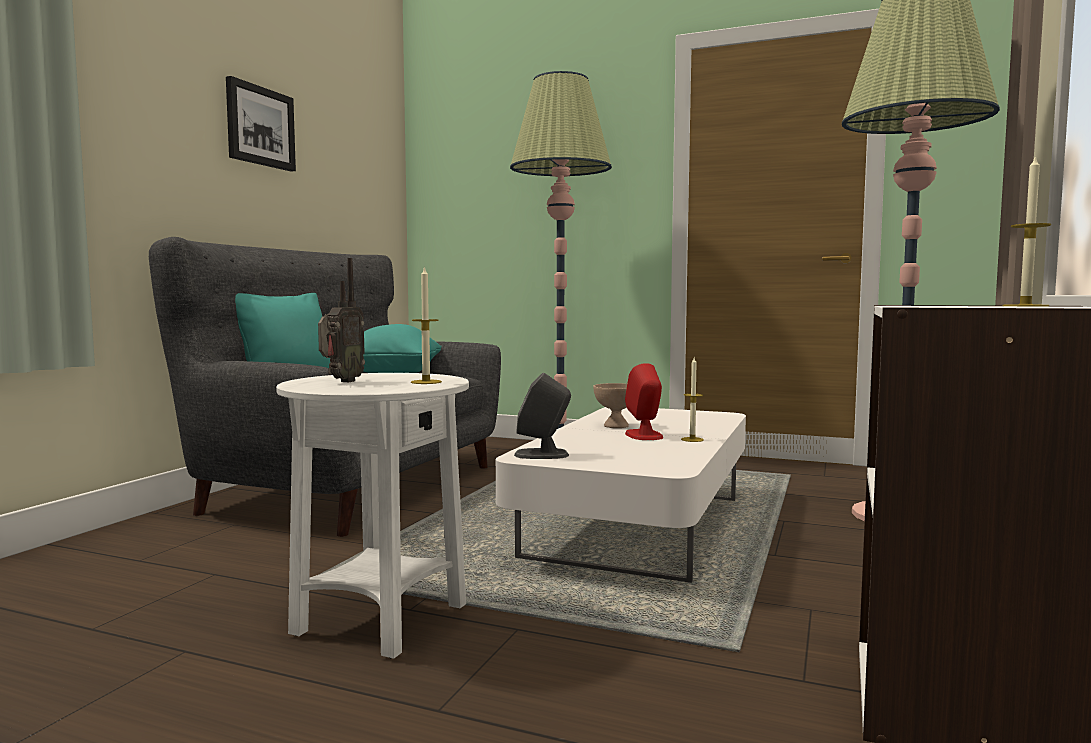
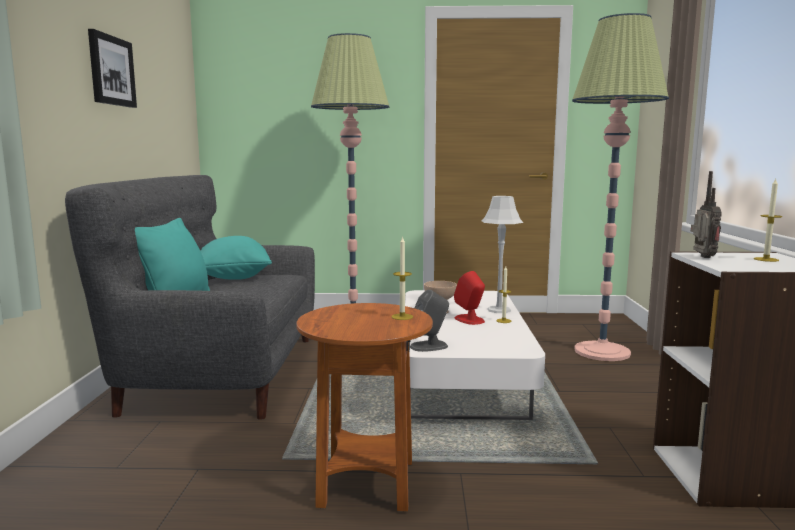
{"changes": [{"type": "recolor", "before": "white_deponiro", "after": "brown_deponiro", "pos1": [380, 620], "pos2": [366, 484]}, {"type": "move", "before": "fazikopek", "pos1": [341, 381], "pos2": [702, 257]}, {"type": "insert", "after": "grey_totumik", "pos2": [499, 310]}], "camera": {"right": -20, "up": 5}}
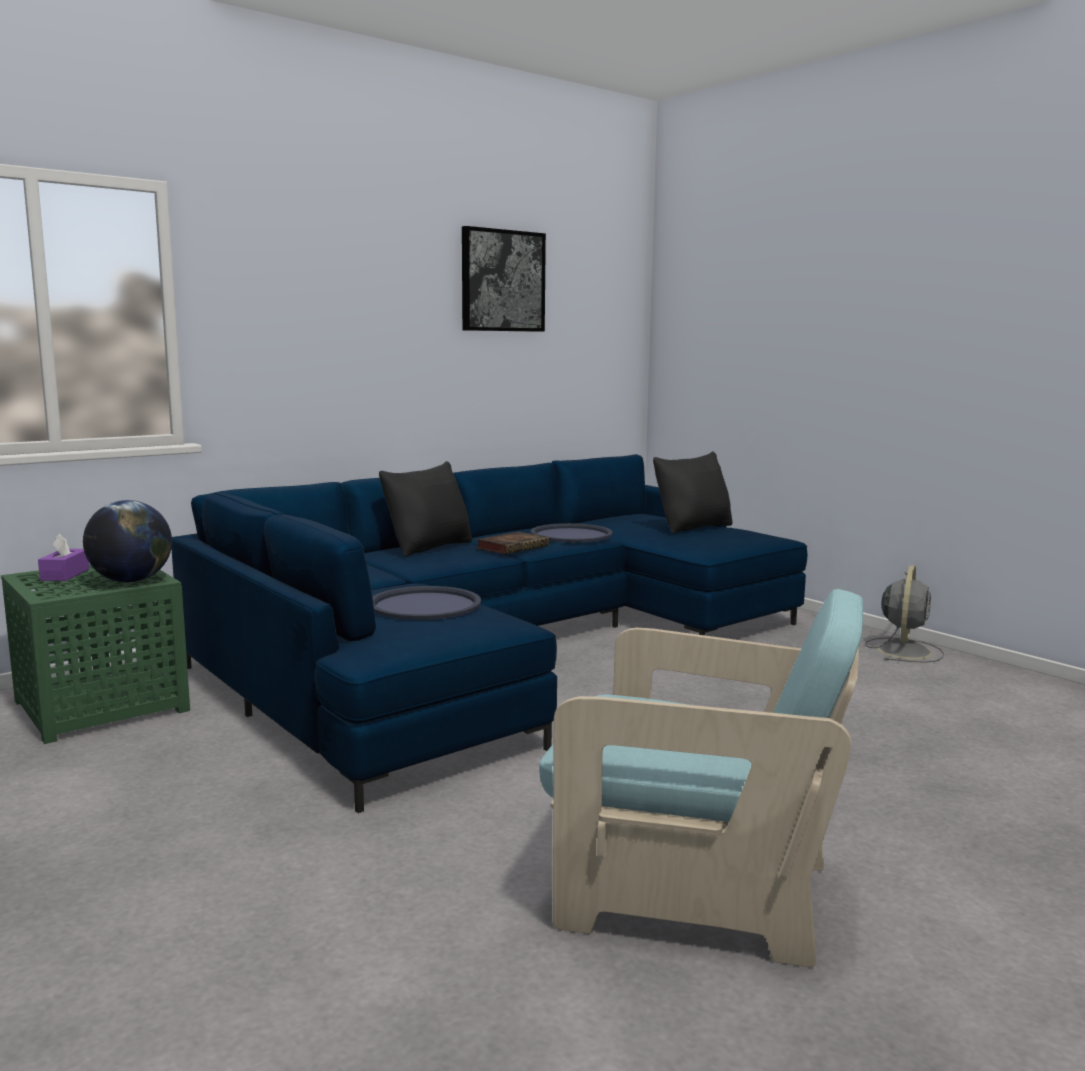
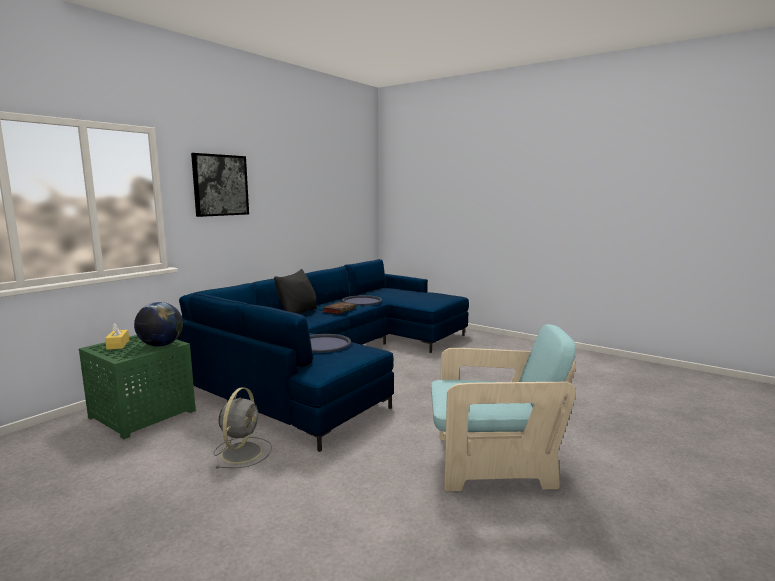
{"changes": [{"type": "recolor", "before": "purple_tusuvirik", "after": "yellow_tusuvirik", "pos1": [65, 574], "pos2": [118, 345]}, {"type": "move", "before": "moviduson", "pos1": [502, 281], "pos2": [220, 185]}, {"type": "delete", "before": "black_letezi", "pos1": [693, 527]}, {"type": "move", "before": "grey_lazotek", "pos1": [904, 650], "pos2": [242, 452]}], "camera": {"right": -15, "up": 0}}
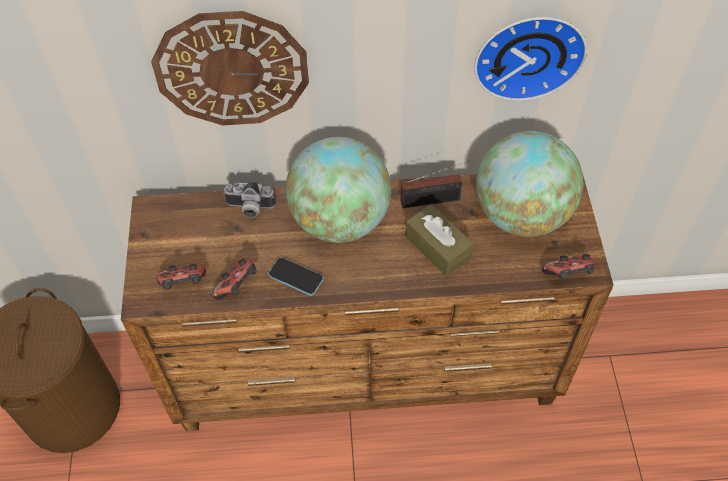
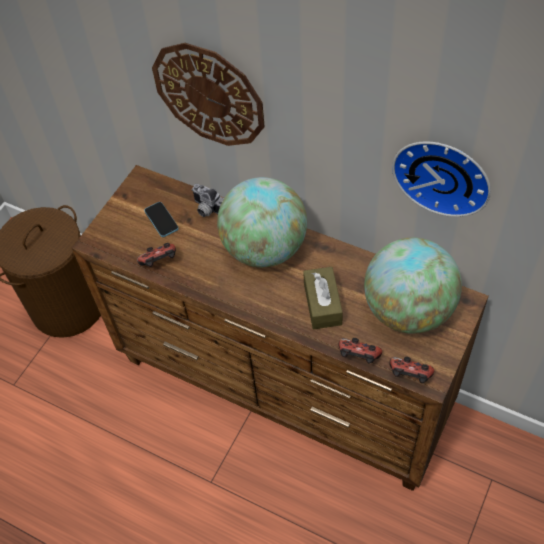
{"changes": [{"type": "move", "before": "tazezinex", "pos1": [184, 285], "pos2": [358, 357]}, {"type": "move", "before": "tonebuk", "pos1": [296, 277], "pos2": [161, 220]}, {"type": "delete", "before": "fazikopek", "pos1": [433, 200]}], "camera": {"right": 35, "up": 0}}
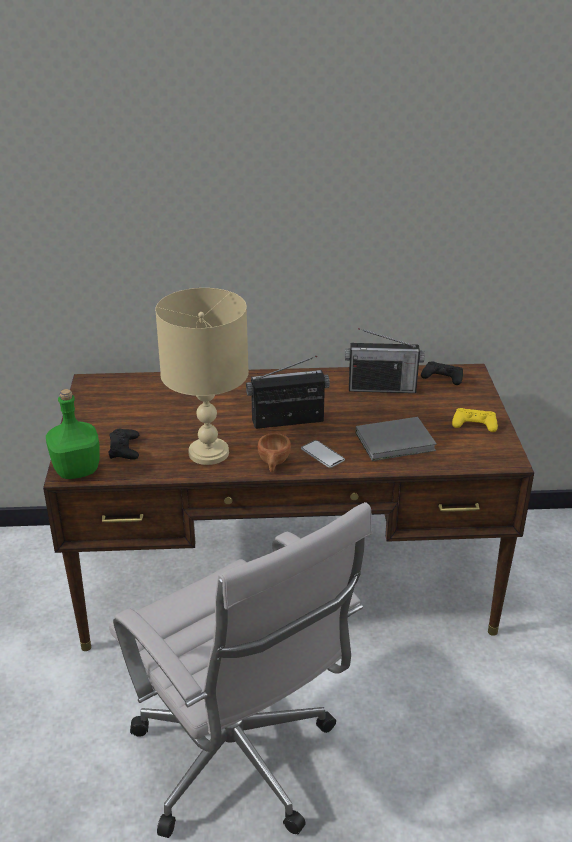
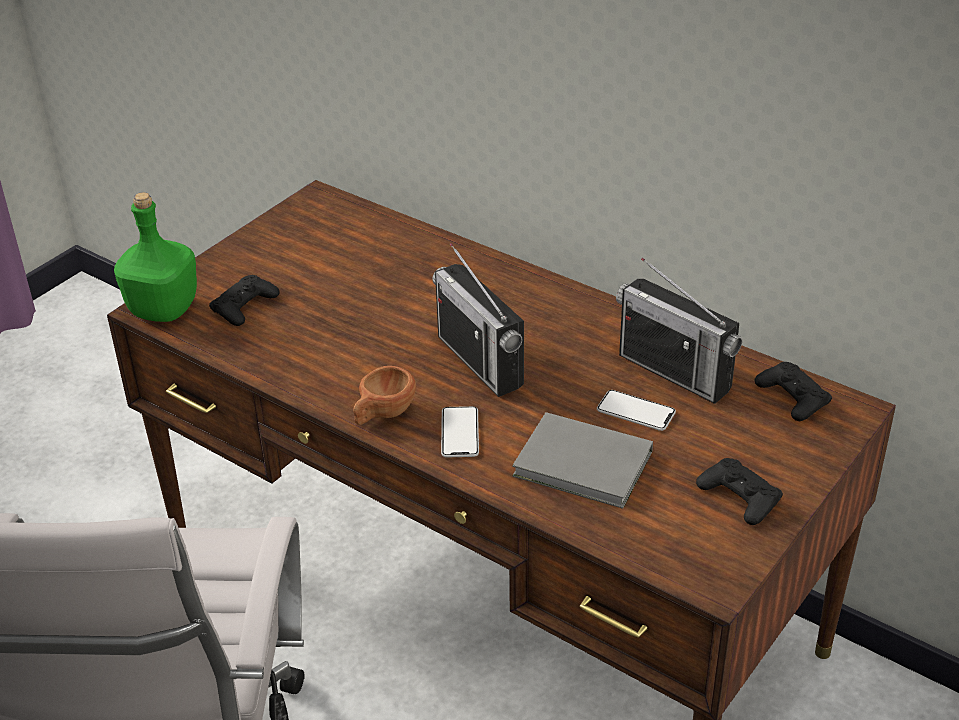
{"changes": [{"type": "delete", "before": "beige_totumik", "pos1": [209, 452]}, {"type": "rotate", "before": "fazikopek", "pos1": [288, 421], "pos2": [480, 361], "turn": -150}, {"type": "recolor", "before": "yellow_tazezinex", "after": "black_tazezinex", "pos1": [474, 424], "pos2": [739, 497]}, {"type": "insert", "after": "tonebuk", "pos2": [636, 412]}], "camera": {"right": 40, "up": 5}}
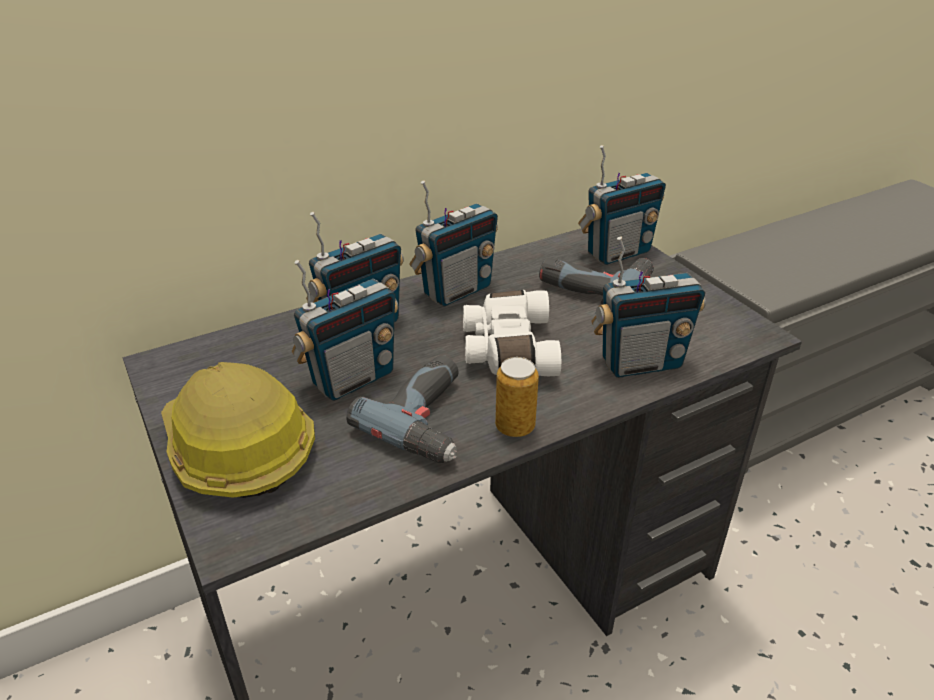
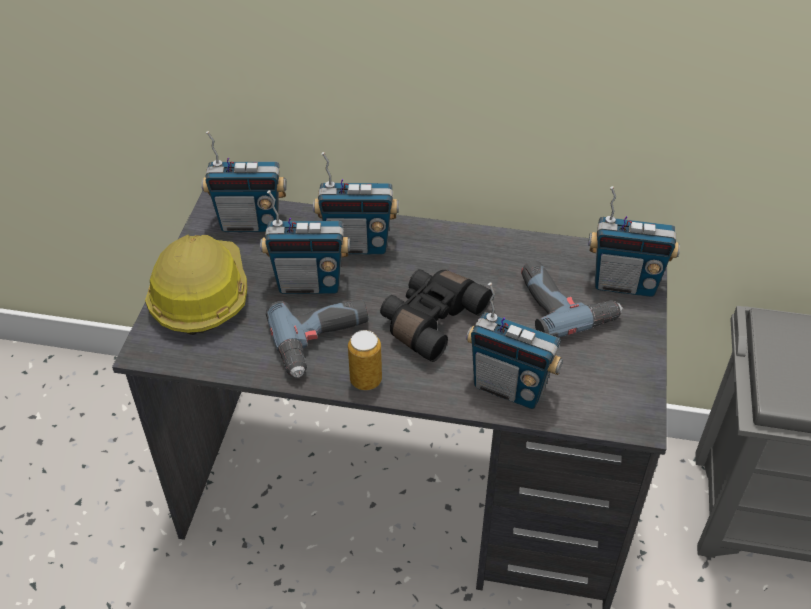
{"changes": [{"type": "move", "before": "fazikopek", "pos1": [456, 291], "pos2": [250, 223]}, {"type": "recolor", "before": "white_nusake", "after": "black_nusake", "pos1": [507, 349], "pos2": [430, 320]}], "camera": {"right": 40, "up": 10}}
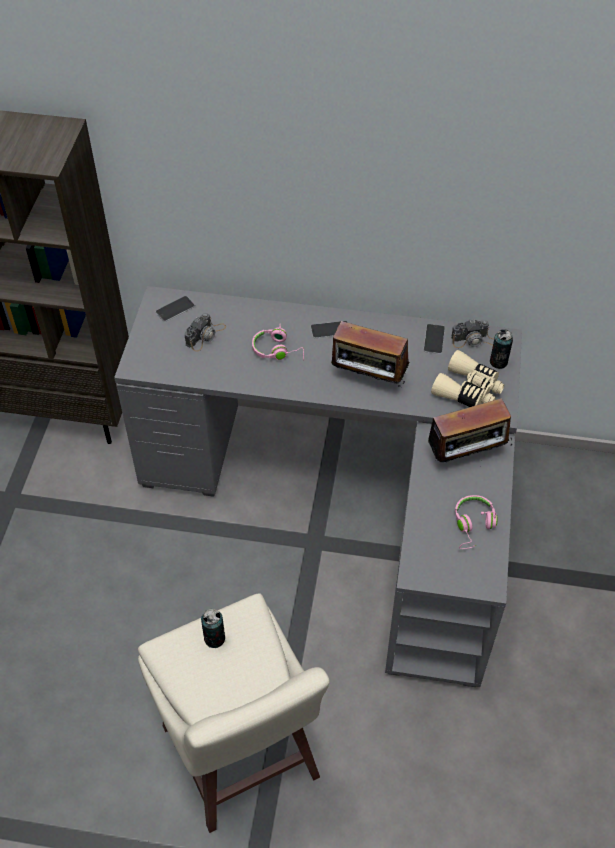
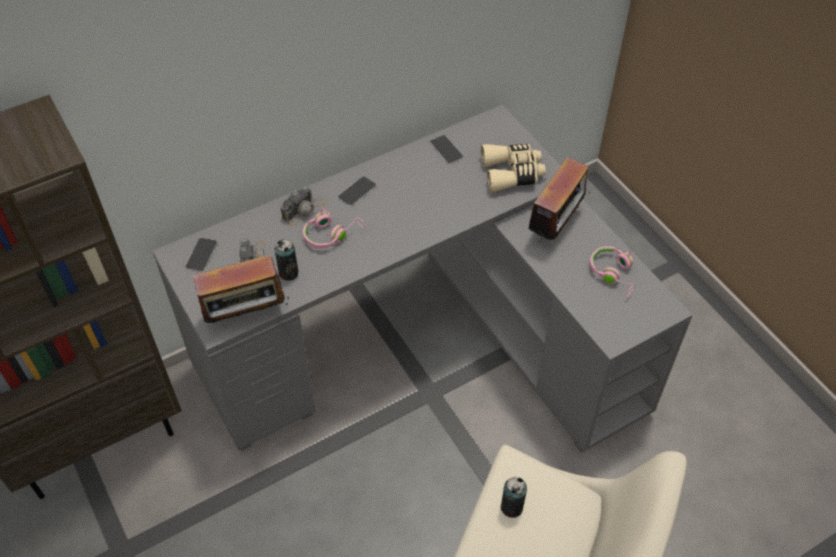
{"changes": [{"type": "move", "before": "fazikopek", "pos1": [368, 380], "pos2": [246, 316]}, {"type": "move", "before": "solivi", "pos1": [474, 340], "pos2": [304, 210]}, {"type": "move", "before": "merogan", "pos1": [498, 362], "pos2": [288, 273]}], "camera": {"right": -40, "up": 0}}
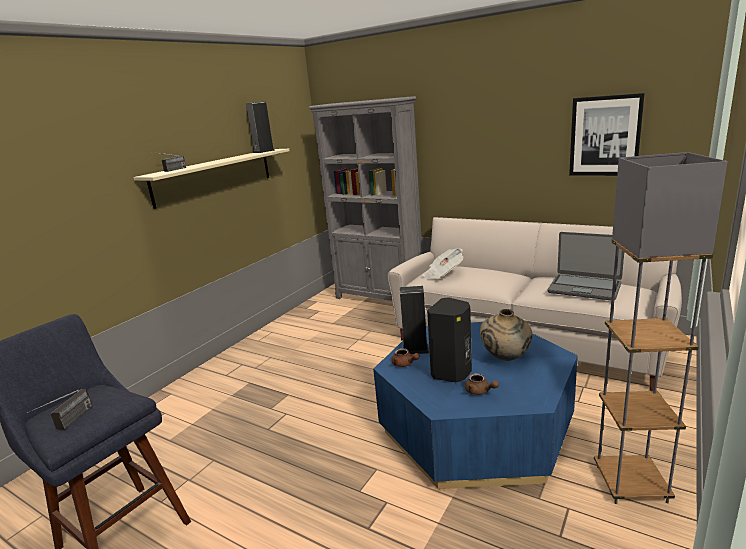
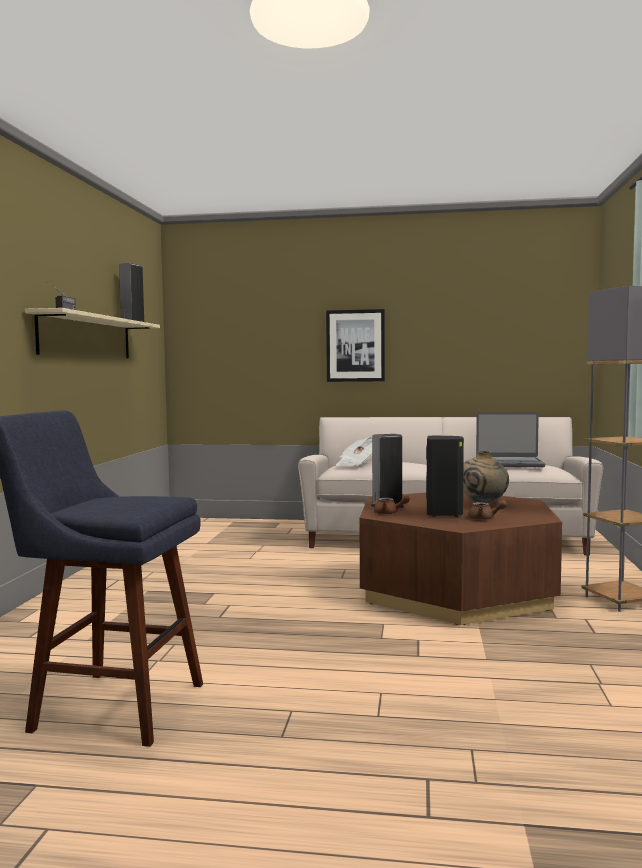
{"changes": [{"type": "delete", "before": "fazikopek", "pos1": [68, 423]}, {"type": "delete", "before": "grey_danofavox", "pos1": [380, 298]}, {"type": "recolor", "before": "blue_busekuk", "after": "brown_busekuk", "pos1": [476, 428], "pos2": [455, 590]}, {"type": "move", "before": "moviduson", "pos1": [605, 136], "pos2": [355, 345]}], "camera": {"right": -25, "up": -15}}
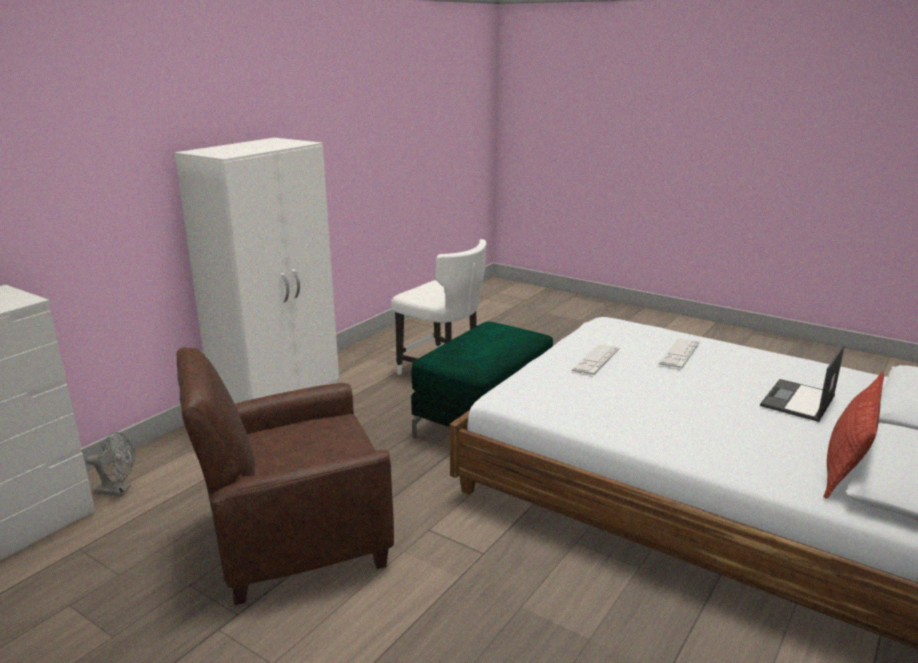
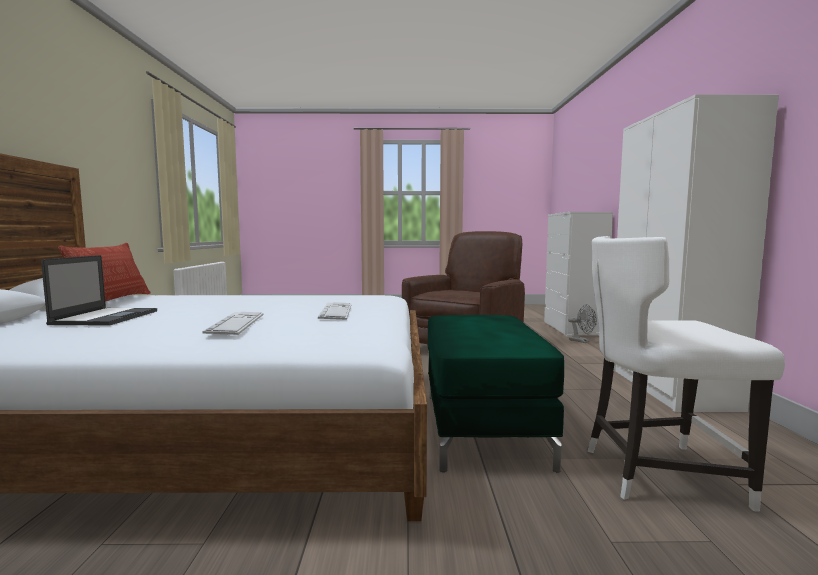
{"changes": [{"type": "rotate", "before": "grey_lazotek", "pos1": [118, 490], "pos2": [582, 341], "turn": -105}], "camera": {"right": 145, "up": -15}}
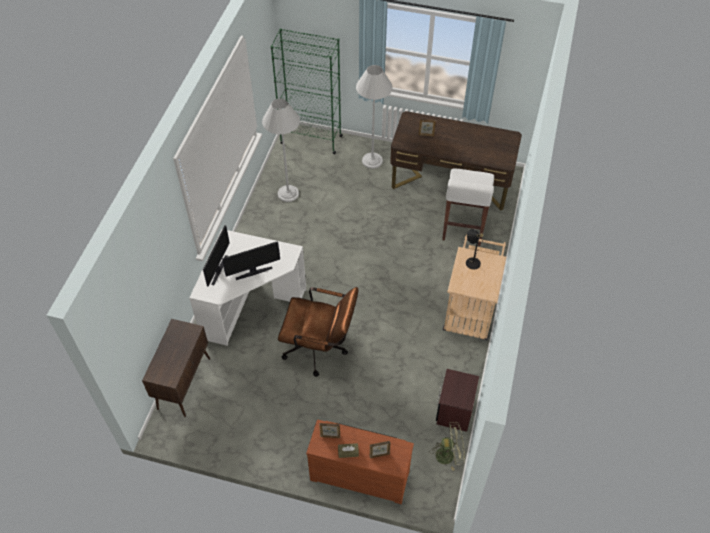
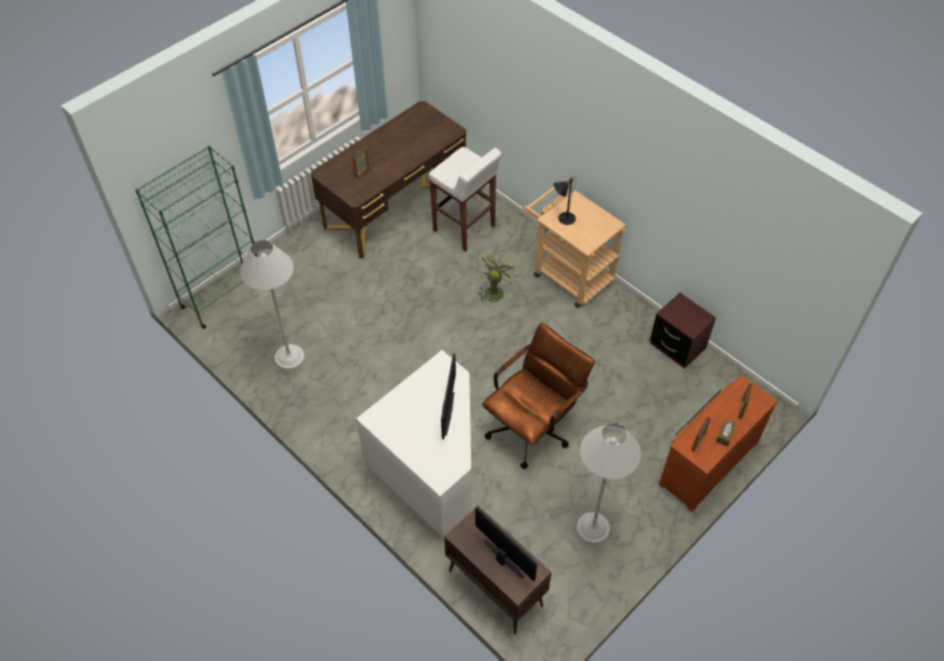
{"changes": [{"type": "move", "before": "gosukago", "pos1": [218, 270], "pos2": [502, 560]}, {"type": "move", "before": "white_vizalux", "pos1": [372, 160], "pos2": [593, 528]}, {"type": "move", "before": "green_lazotek", "pos1": [449, 454], "pos2": [495, 290]}], "camera": {"right": -60, "up": 0}}
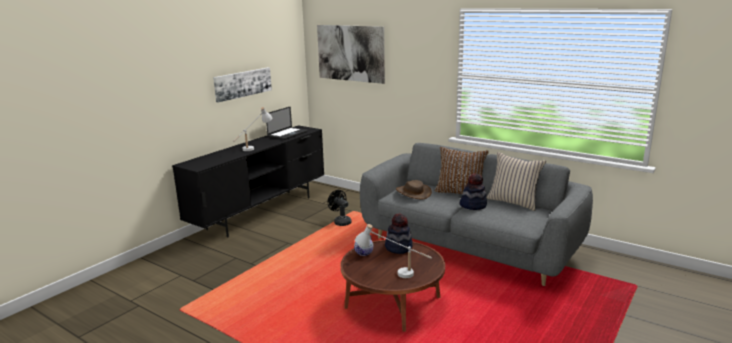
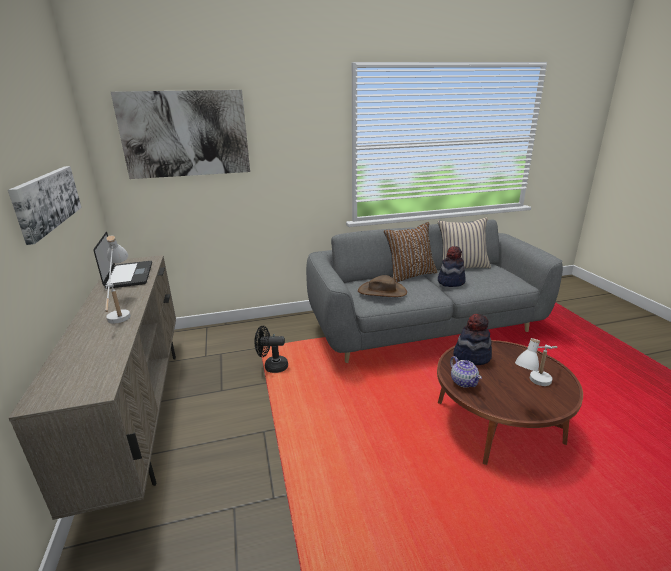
{"changes": [{"type": "recolor", "before": "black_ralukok", "after": "beige_ralukok", "pos1": [261, 212], "pos2": [141, 413]}], "camera": {"right": -50, "up": 5}}
